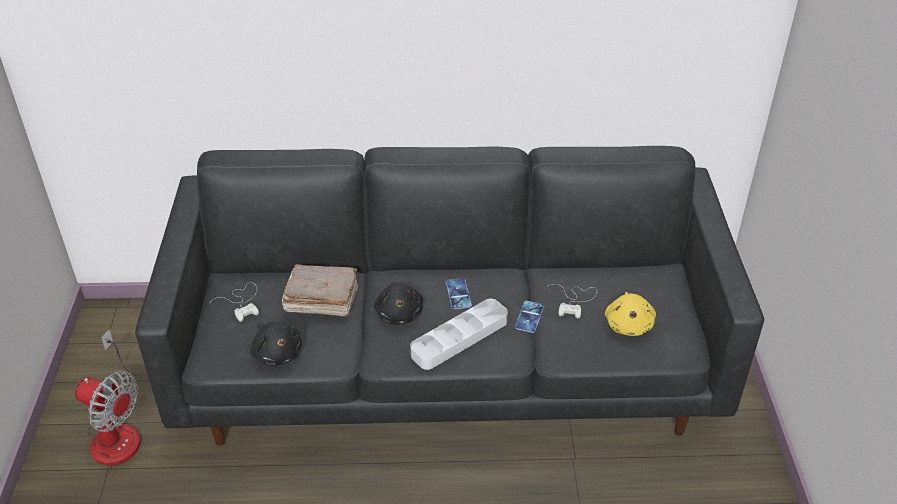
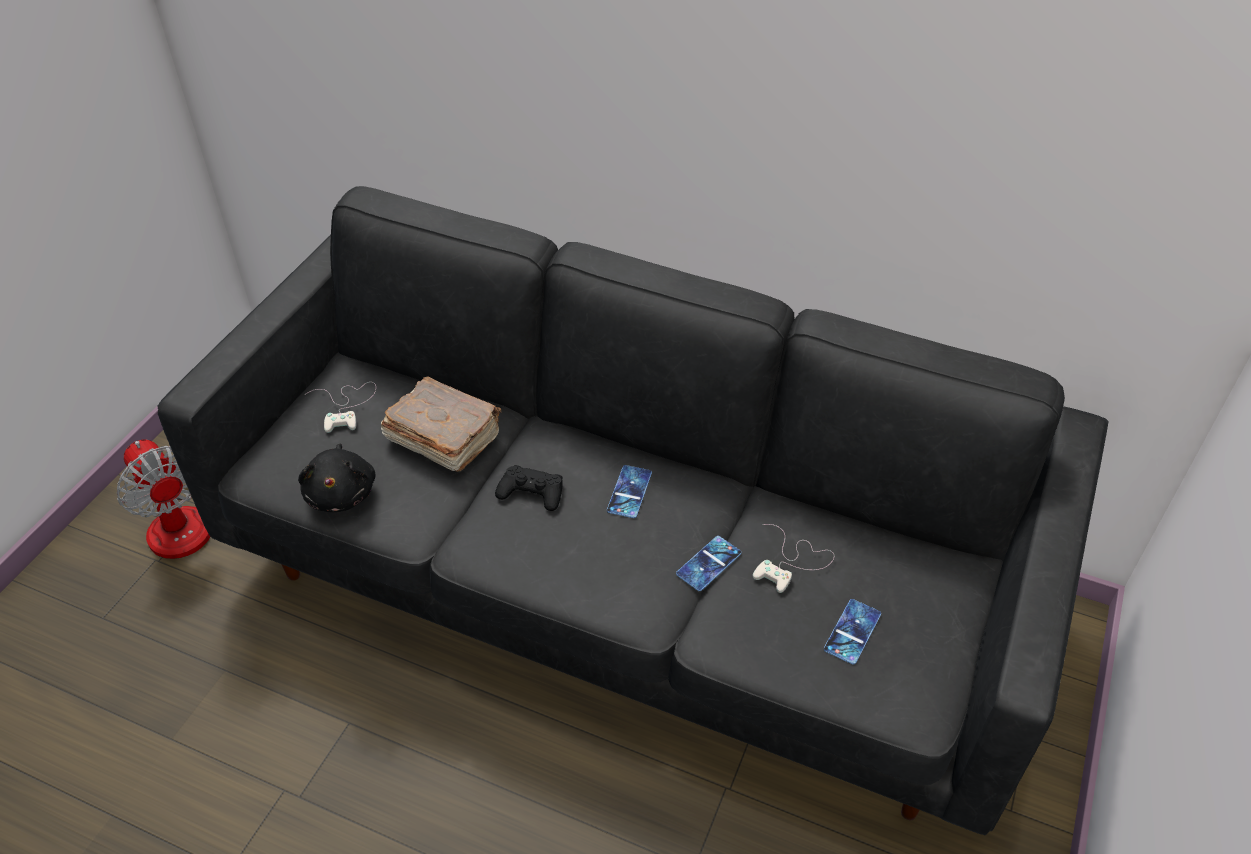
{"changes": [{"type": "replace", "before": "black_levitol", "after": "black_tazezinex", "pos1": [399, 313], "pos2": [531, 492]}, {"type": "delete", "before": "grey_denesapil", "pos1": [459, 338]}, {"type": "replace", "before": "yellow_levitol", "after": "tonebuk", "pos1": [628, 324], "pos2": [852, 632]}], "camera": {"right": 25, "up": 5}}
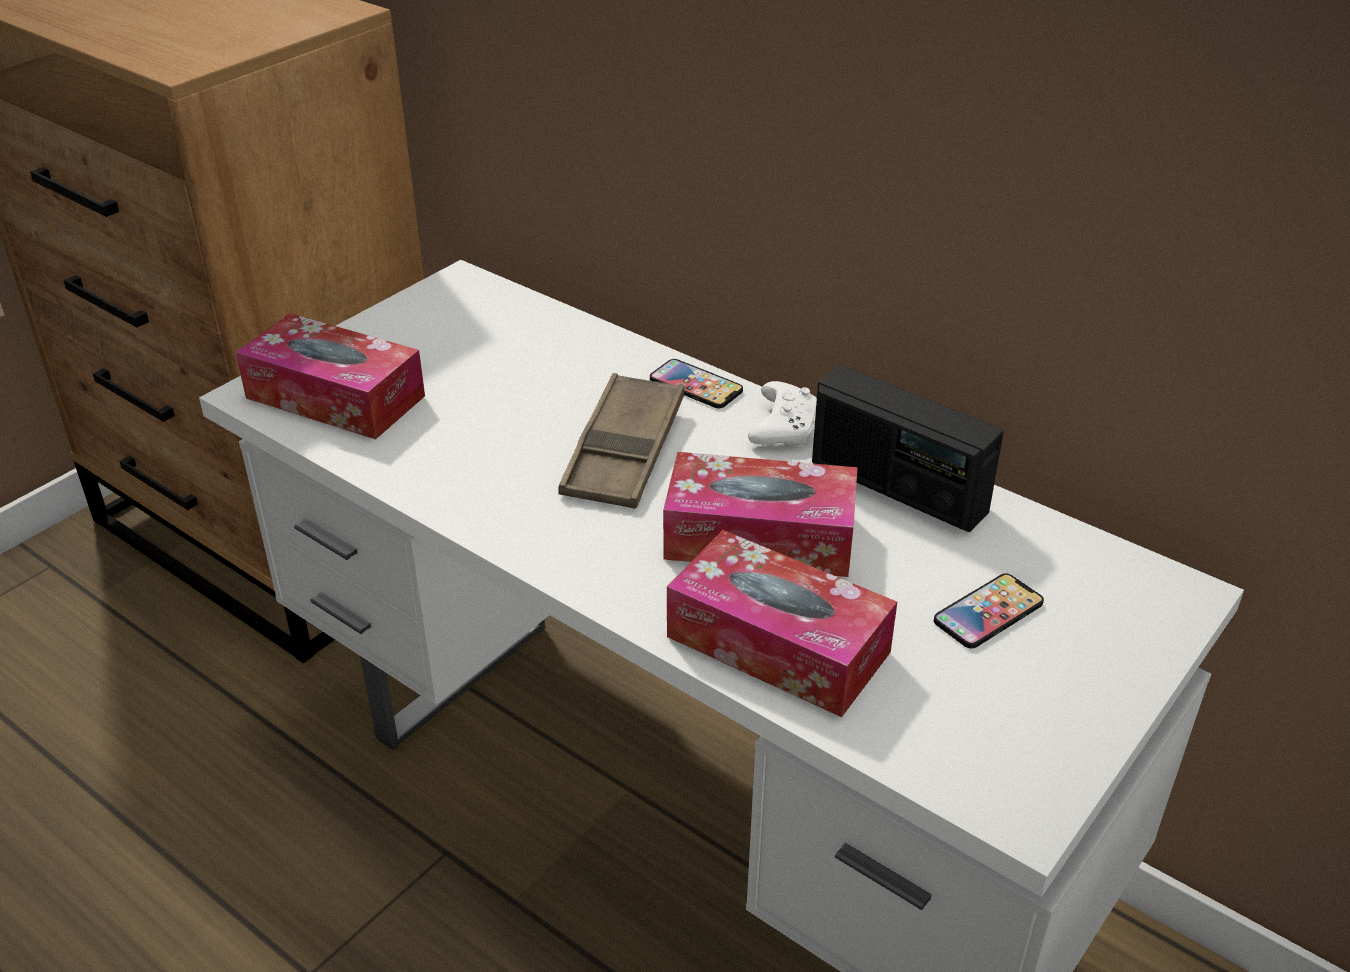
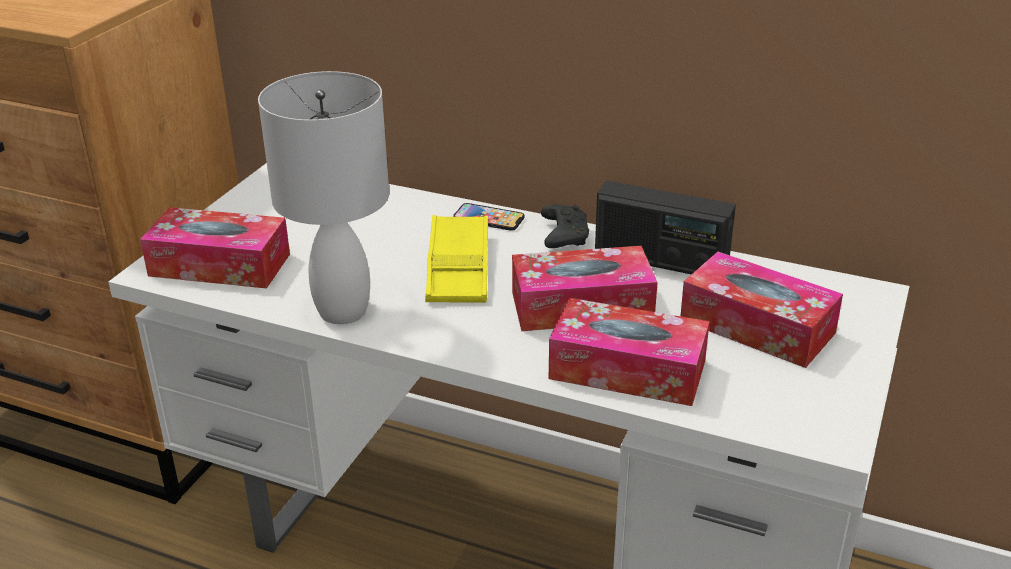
{"changes": [{"type": "recolor", "before": "brown_denesapil", "after": "yellow_denesapil", "pos1": [624, 451], "pos2": [458, 268]}, {"type": "recolor", "before": "white_tazezinex", "after": "black_tazezinex", "pos1": [783, 427], "pos2": [563, 235]}, {"type": "replace", "before": "tonebuk", "after": "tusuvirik", "pos1": [988, 612], "pos2": [757, 326]}, {"type": "insert", "after": "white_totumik", "pos2": [341, 311]}], "camera": {"right": -15, "up": -5}}
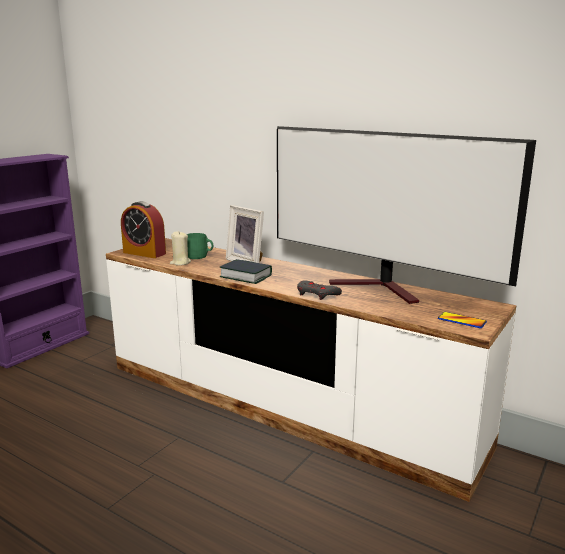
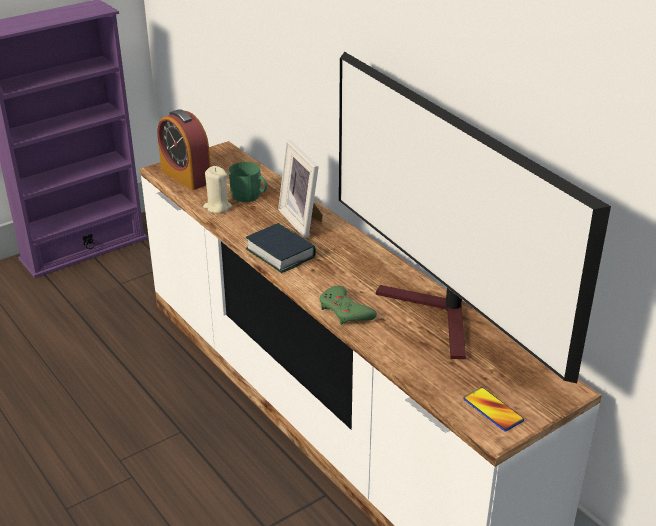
{"changes": [{"type": "recolor", "before": "grey_tazezinex", "after": "green_tazezinex", "pos1": [317, 294], "pos2": [345, 311]}], "camera": {"right": 20, "up": 15}}
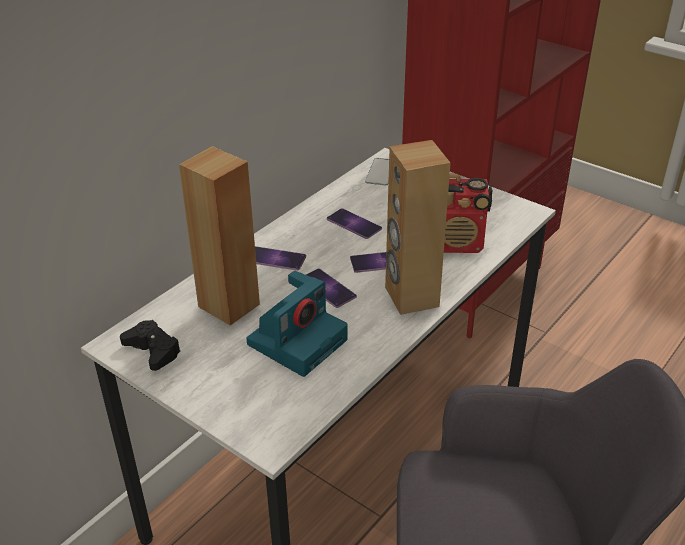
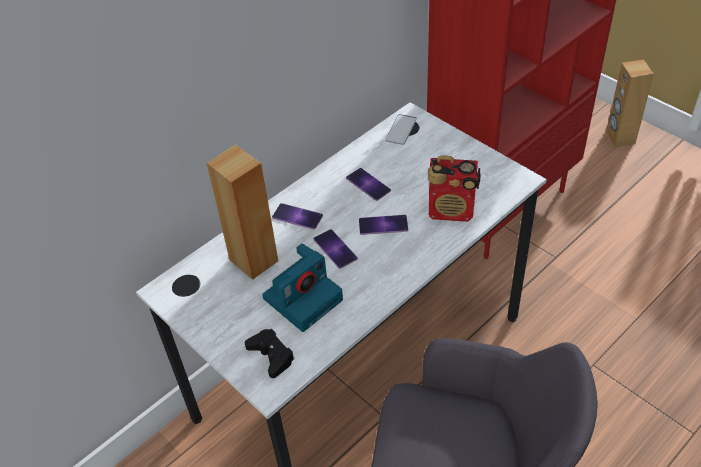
{"changes": [{"type": "move", "before": "black_tazezinex", "pos1": [153, 350], "pos2": [271, 355]}, {"type": "move", "before": "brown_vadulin", "pos1": [411, 297], "pos2": [620, 138]}], "camera": {"right": 10, "up": 10}}
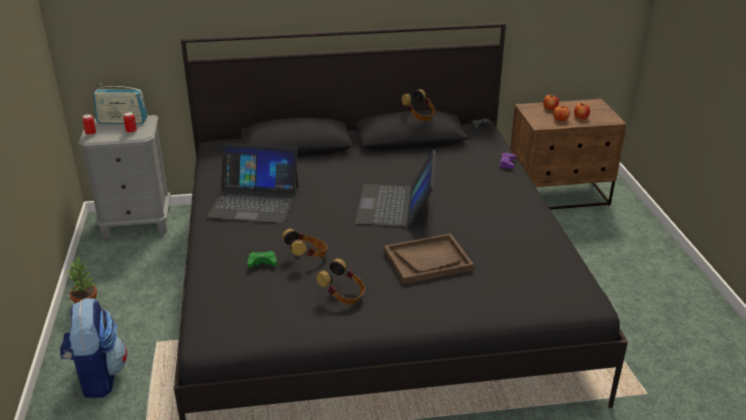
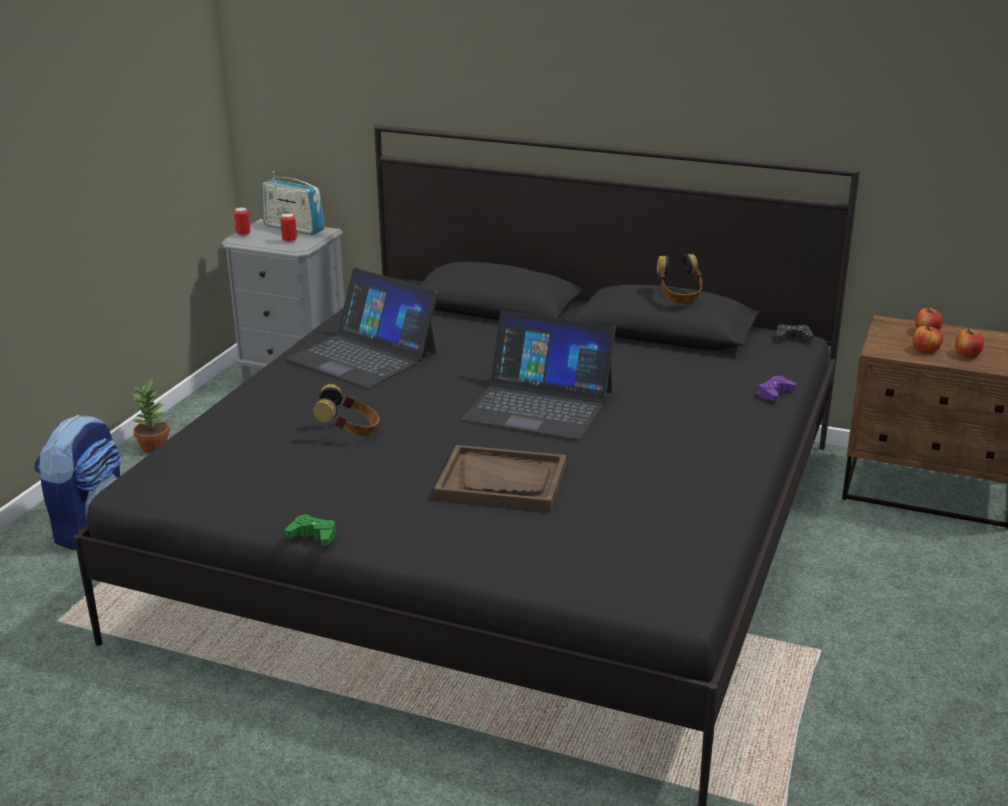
{"changes": [{"type": "move", "before": "green_tazezinex", "pos1": [262, 263], "pos2": [313, 536]}, {"type": "delete", "before": "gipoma", "pos1": [343, 296]}, {"type": "rotate", "before": "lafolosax", "pos1": [395, 205], "pos2": [539, 404], "turn": -105}], "camera": {"right": 30, "up": -5}}
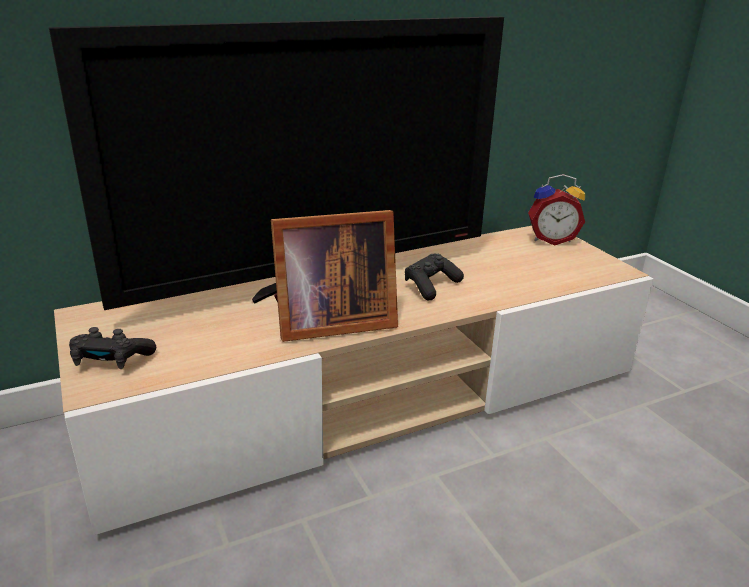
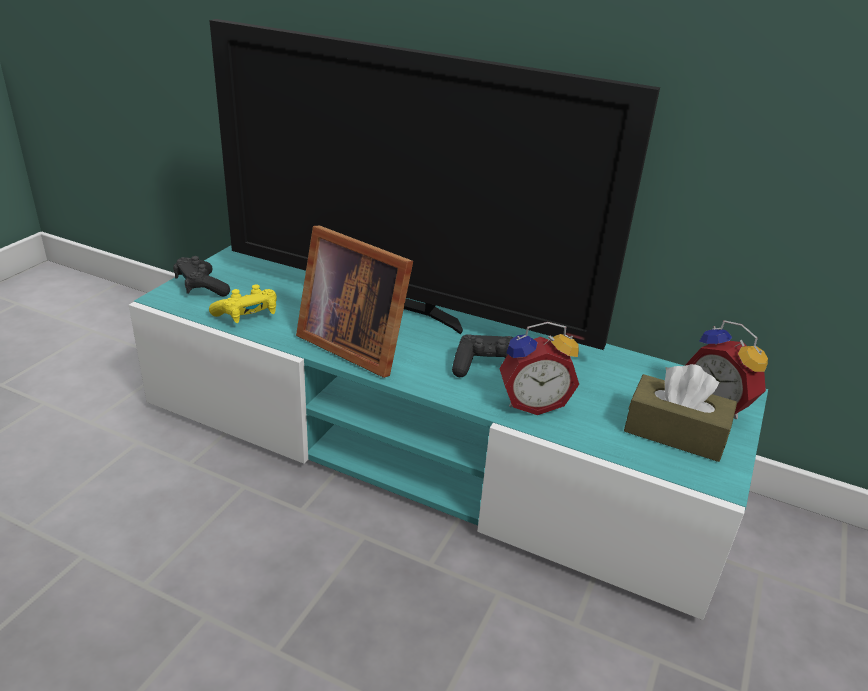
{"changes": [{"type": "recolor", "before": "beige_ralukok", "after": "turquoise_ralukok", "pos1": [371, 396], "pos2": [427, 449]}, {"type": "insert", "after": "yellow_tazezinex", "pos2": [248, 315]}, {"type": "insert", "after": "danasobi", "pos2": [532, 402]}, {"type": "insert", "after": "brown_tusuvirik", "pos2": [675, 432]}], "camera": {"right": 50, "up": 5}}
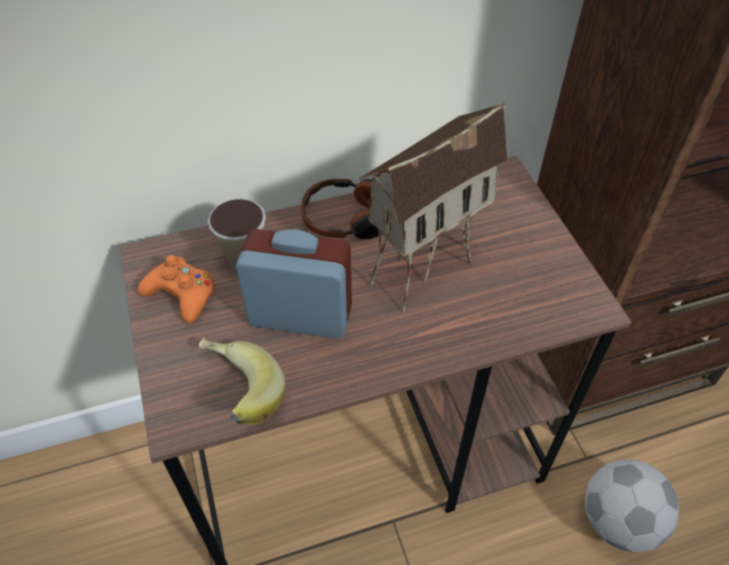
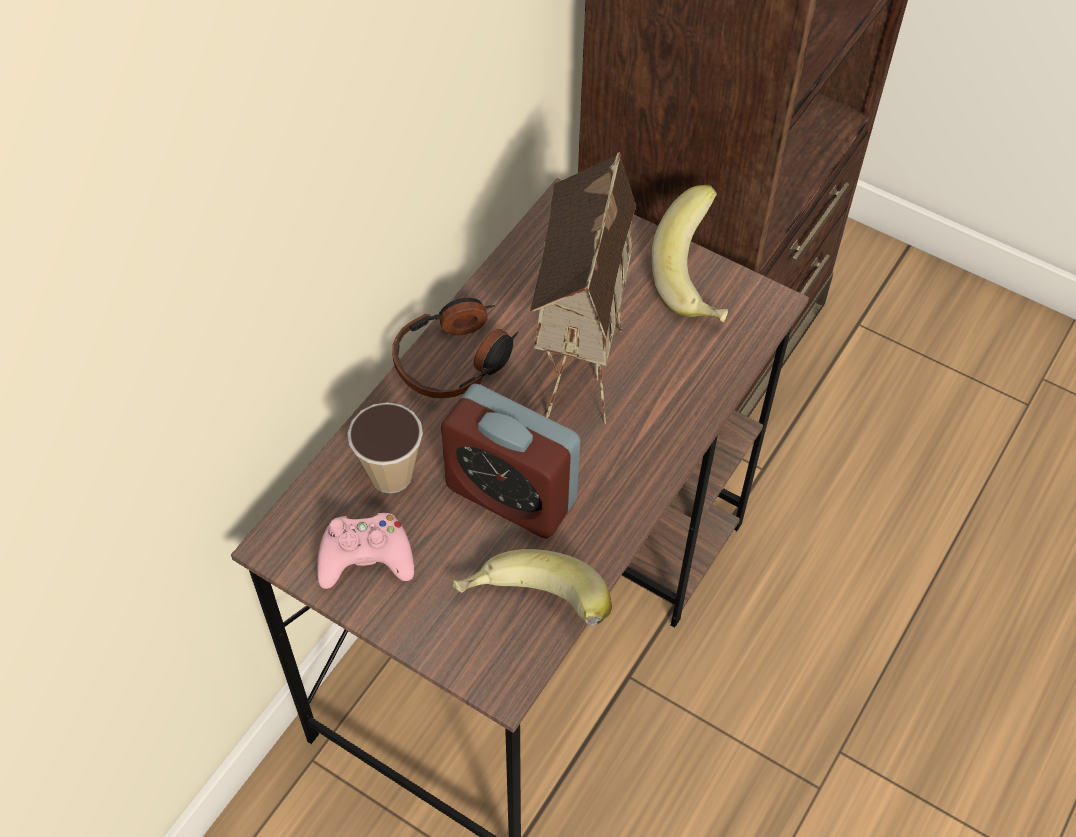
{"changes": [{"type": "recolor", "before": "orange_tazezinex", "after": "pink_tazezinex", "pos1": [182, 294], "pos2": [366, 557]}, {"type": "rotate", "before": "danasobi", "pos1": [300, 315], "pos2": [511, 494], "turn": -120}, {"type": "delete", "before": "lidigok", "pos1": [618, 519]}, {"type": "insert", "after": "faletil", "pos2": [699, 280]}], "camera": {"right": -40, "up": 5}}
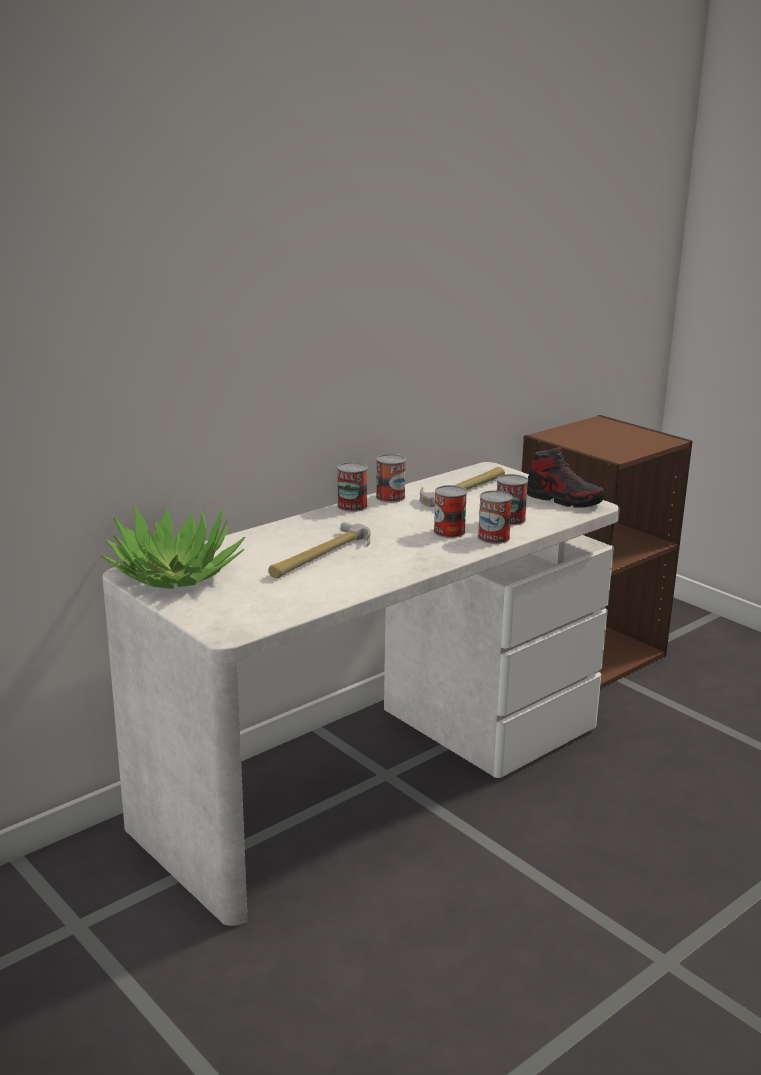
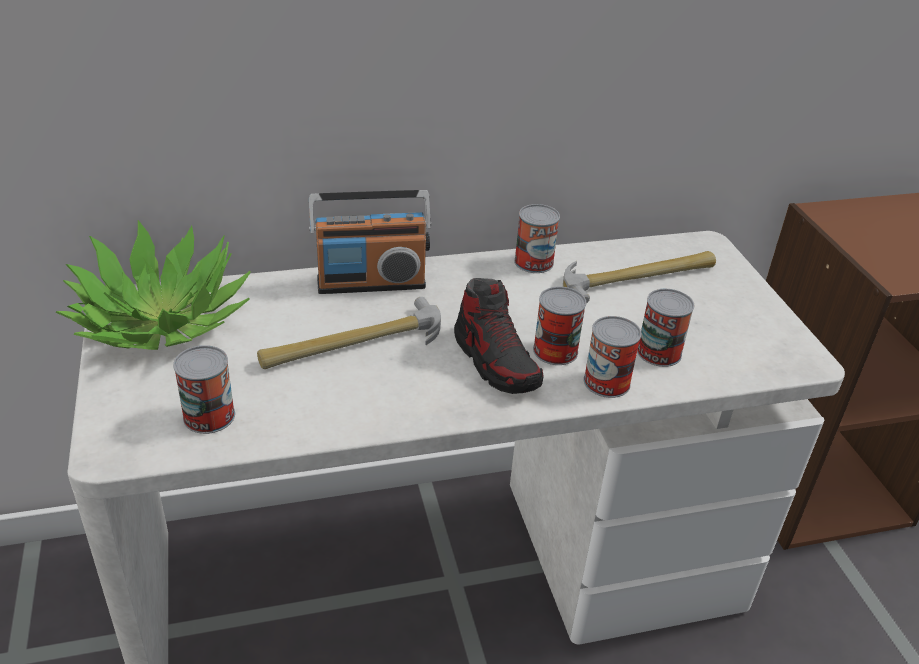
{"changes": [{"type": "move", "before": "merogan", "pos1": [352, 506], "pos2": [209, 416]}, {"type": "move", "before": "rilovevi", "pos1": [563, 499], "pos2": [496, 361]}, {"type": "insert", "after": "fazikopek", "pos2": [371, 283]}], "camera": {"right": 25, "up": 15}}
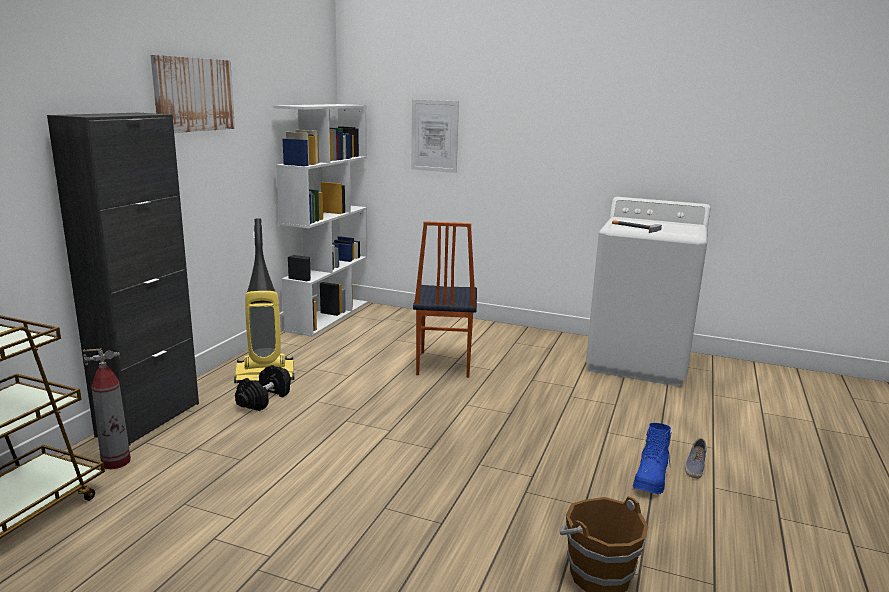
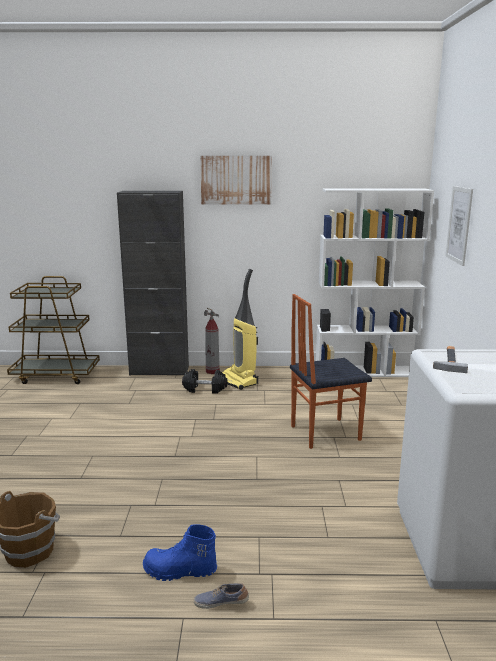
{"changes": [{"type": "move", "before": "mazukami", "pos1": [116, 462], "pos2": [212, 371]}], "camera": {"right": 70, "up": 0}}
